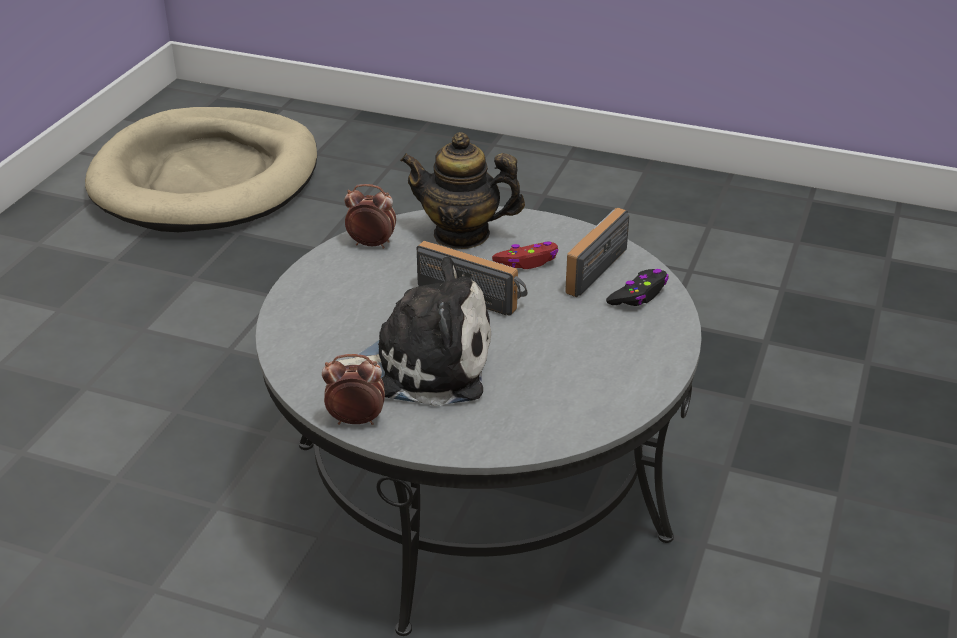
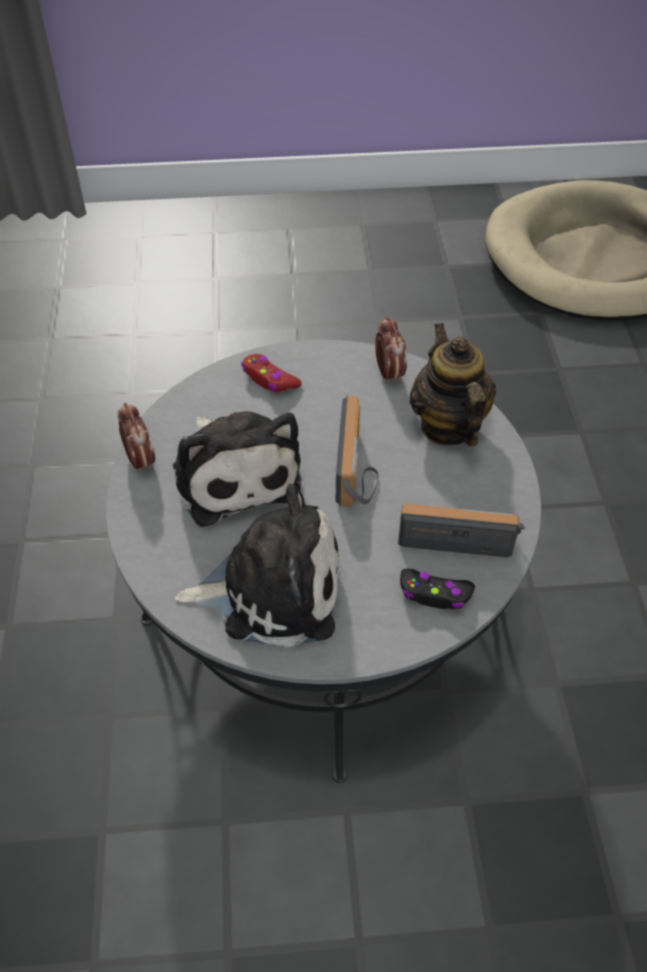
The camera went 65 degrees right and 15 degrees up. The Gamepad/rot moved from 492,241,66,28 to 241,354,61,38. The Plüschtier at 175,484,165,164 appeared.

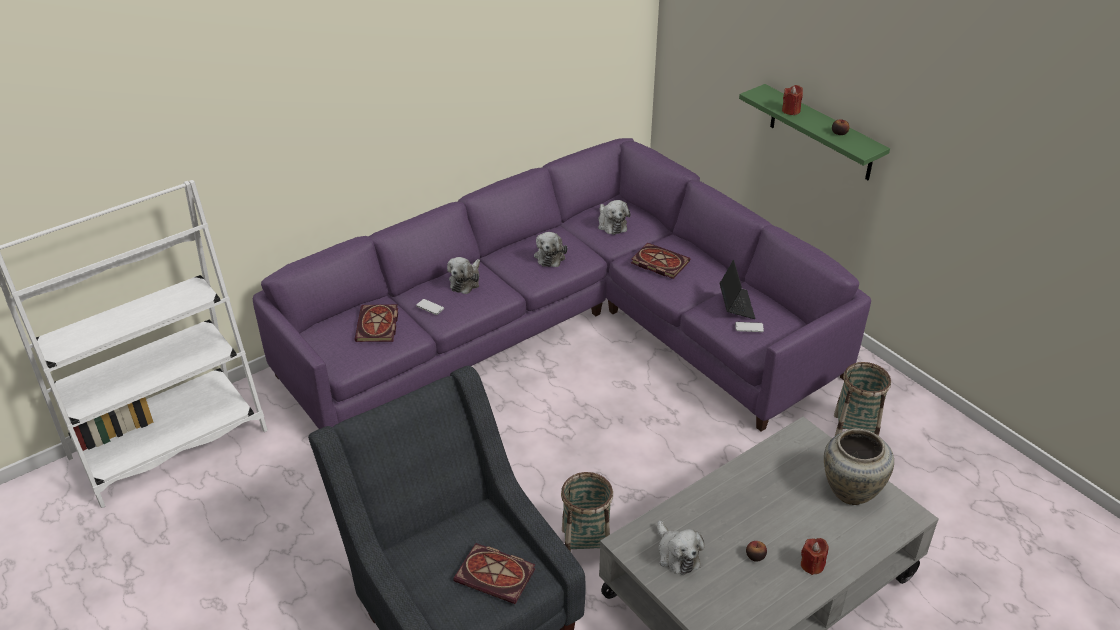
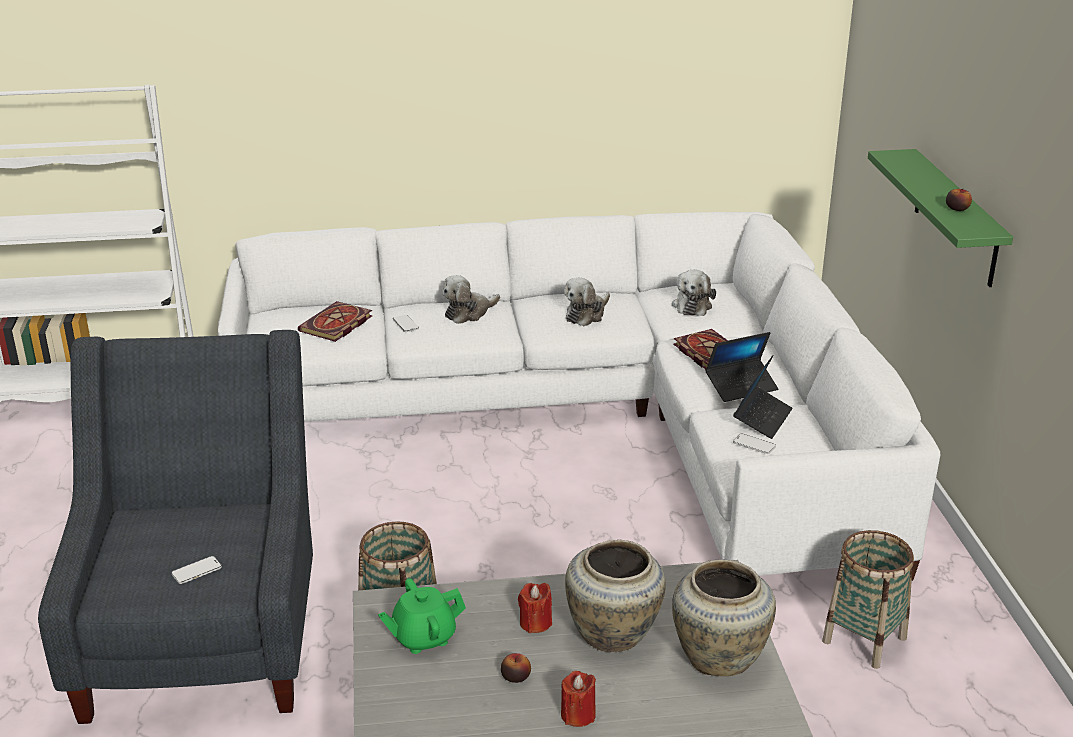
The camera went 30 degrees right and 10 degrees down. The Sofa/lila at 253,138,618,294 became the Sofa/weiß at 218,212,722,369. The Buch at 453,543,83,61 was replaced by the Handy at 172,556,50,28. The Plüschtier at 657,520,47,55 was replaced by the Teekanne/grün at 378,579,88,75. The Kerze/rot moved from 782,85,21,30 to 518,583,34,50. The Vase/beige at 565,540,101,112 appeared. The Laptop at 706,332,72,70 appeared.

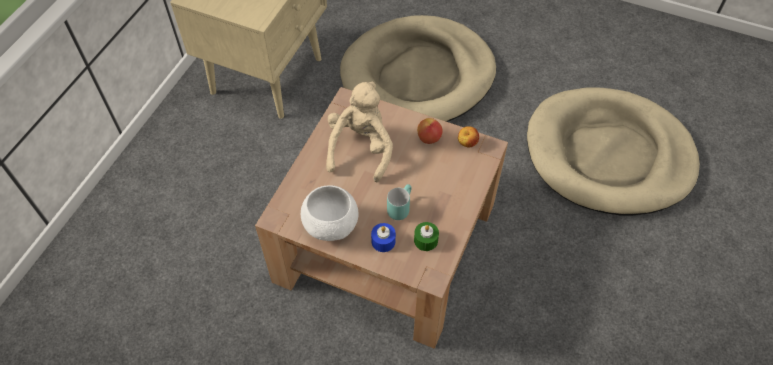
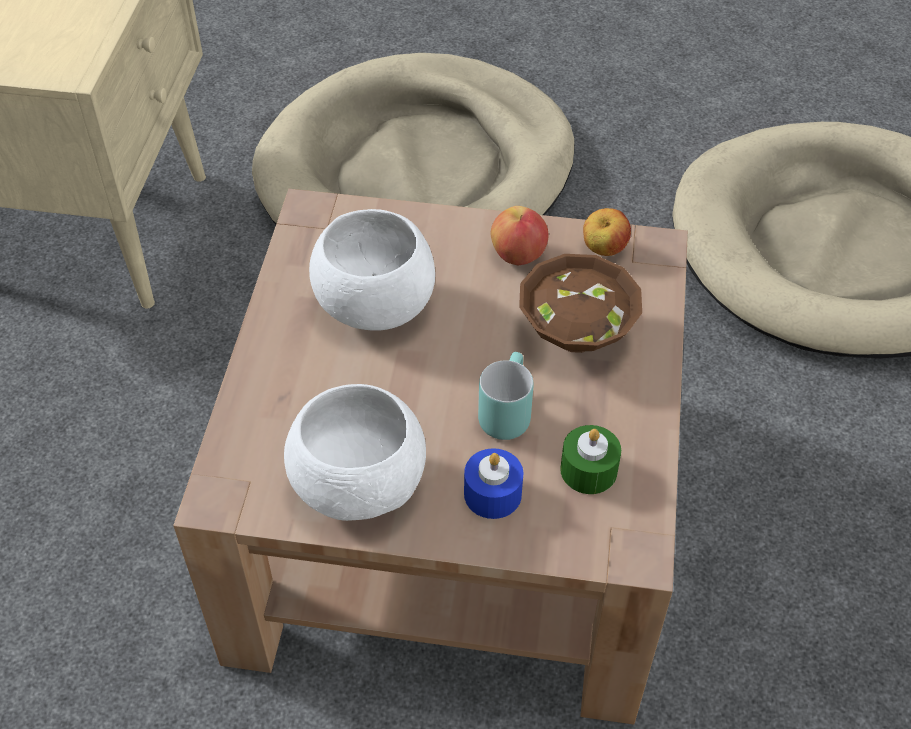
The camera went 15 degrees left and 5 degrees down. The Plüschtier/beige at 326,82,67,100 was replaced by the Schüssel/weiß at 309,209,126,122. The Schüssel/braun at 519,254,123,99 appeared.

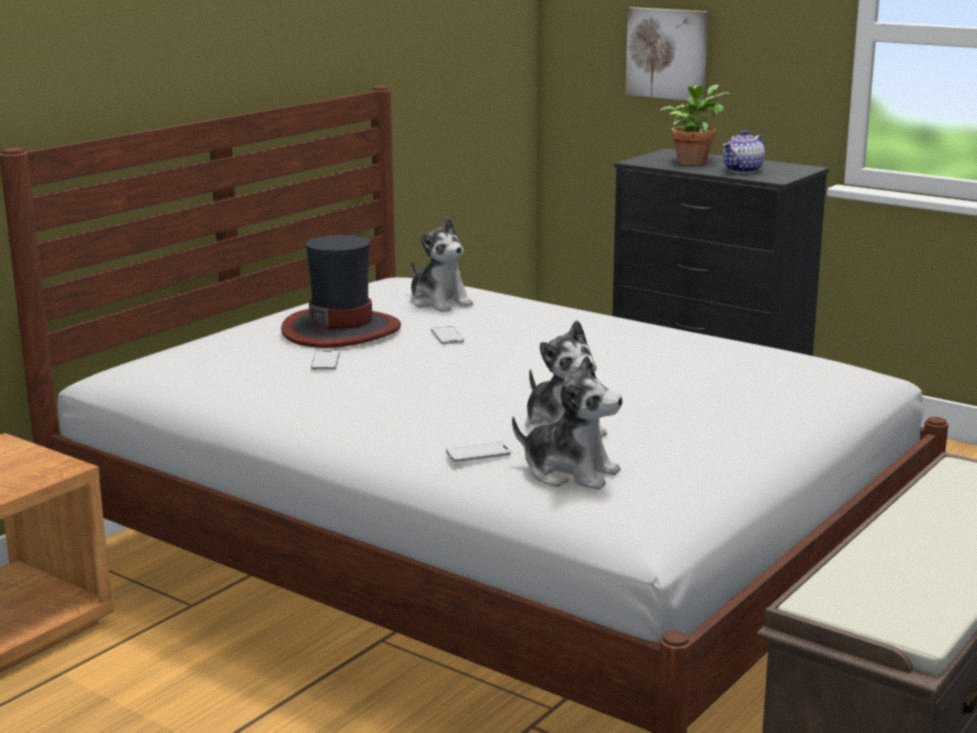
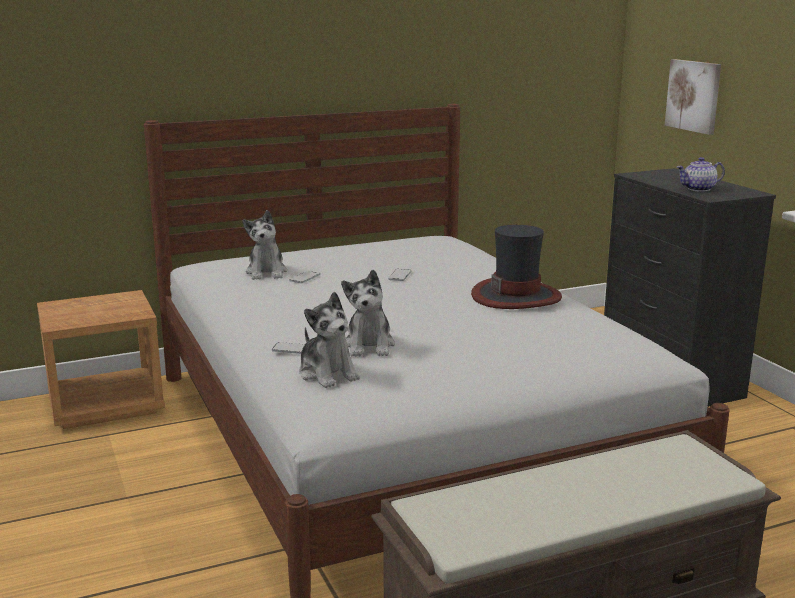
The camera went 30 degrees right and 0 degrees up. The Hut moved from 281,235,120,113 to 471,225,91,84. The Plüschtier moved from 411,217,62,95 to 242,210,45,70. The Topfpflanze at 659,85,71,80 disappeared.

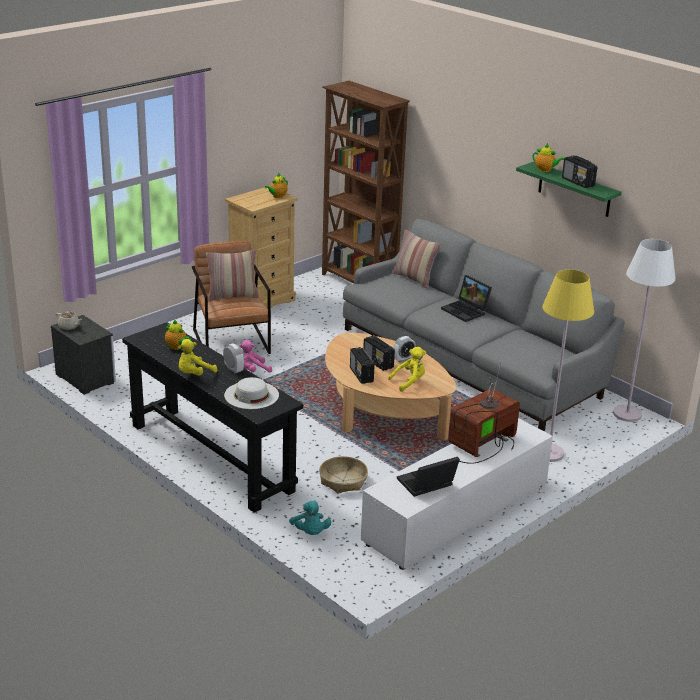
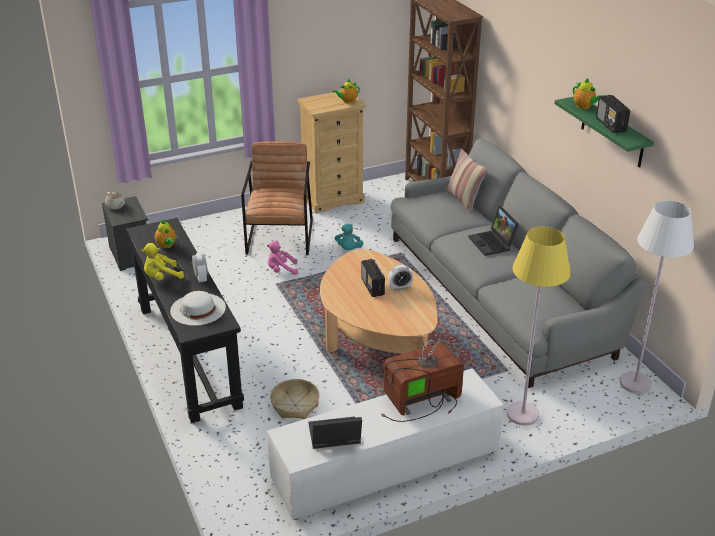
The camera went 20 degrees right and 5 degrees up. The Kissen at 206,250,53,51 disappeared. The Plüschtier/türkis moved from 289,500,42,35 to 334,224,29,26. The Radio at 350,347,25,37 disappeared. The Plüschtier/gelb at 388,347,38,45 disappeared.

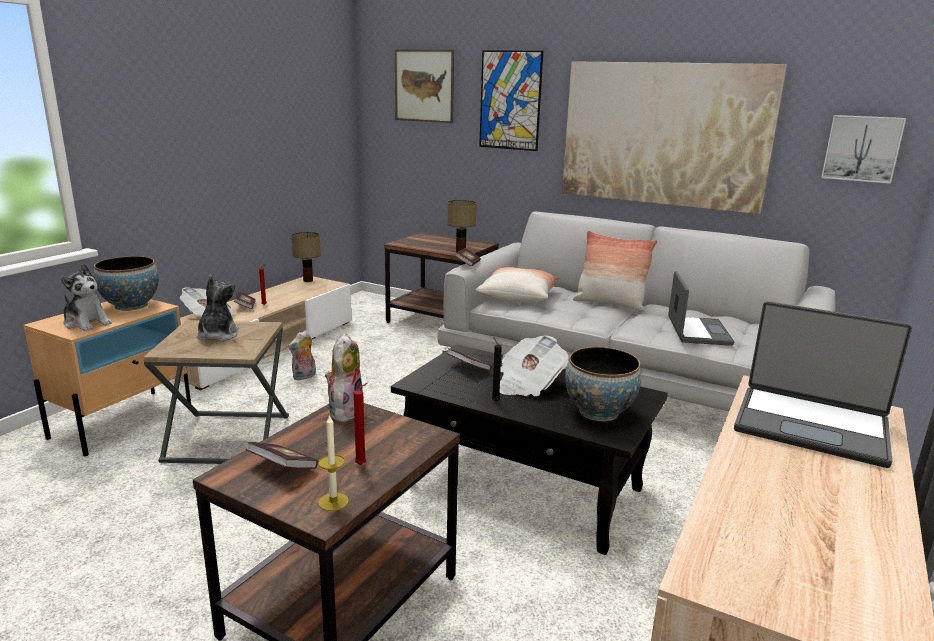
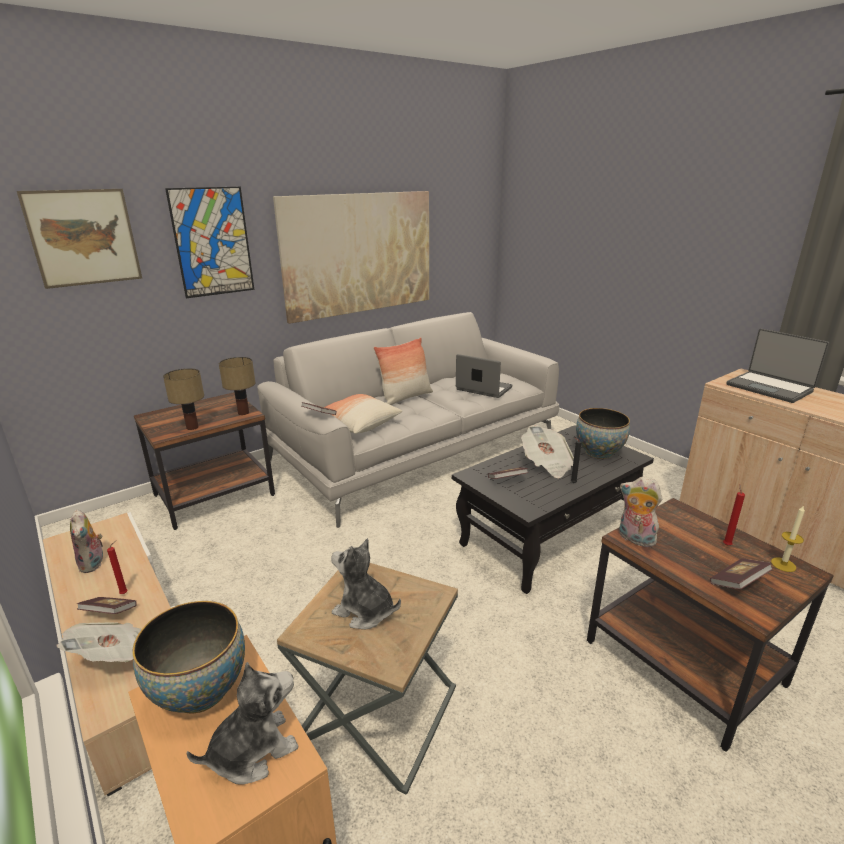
The camera went 65 degrees left and 5 degrees up. The Plüschtier moved from 288,330,28,50 to 70,509,33,64. The Tischlampe moved from 291,232,30,50 to 163,368,41,62. The Laptop at 734,301,178,167 turned 90 degrees clockwise. The Bild at 821,115,85,69 disappeared.

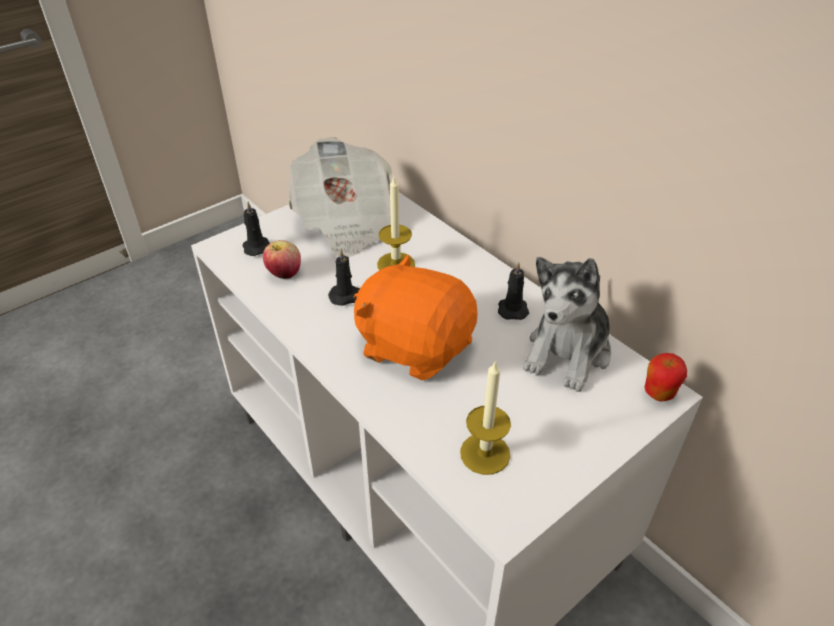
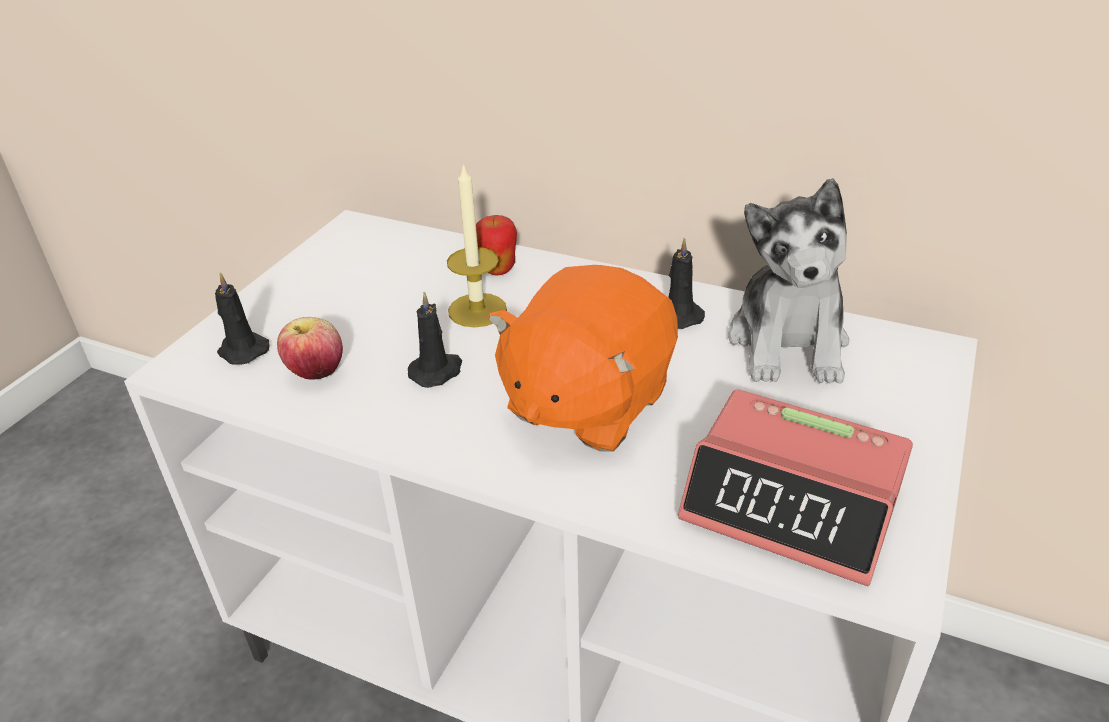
The camera went 25 degrees left and 5 degrees down. The Zeitung at 288,137,105,120 disappeared. The Plüschtier/orange at 354,254,124,126 turned 60 degrees counterclockwise. The Kerze at 460,360,51,115 was replaced by the Wecker at 678,389,235,197. The Apfel moved from 644,353,43,48 to 476,215,41,61.

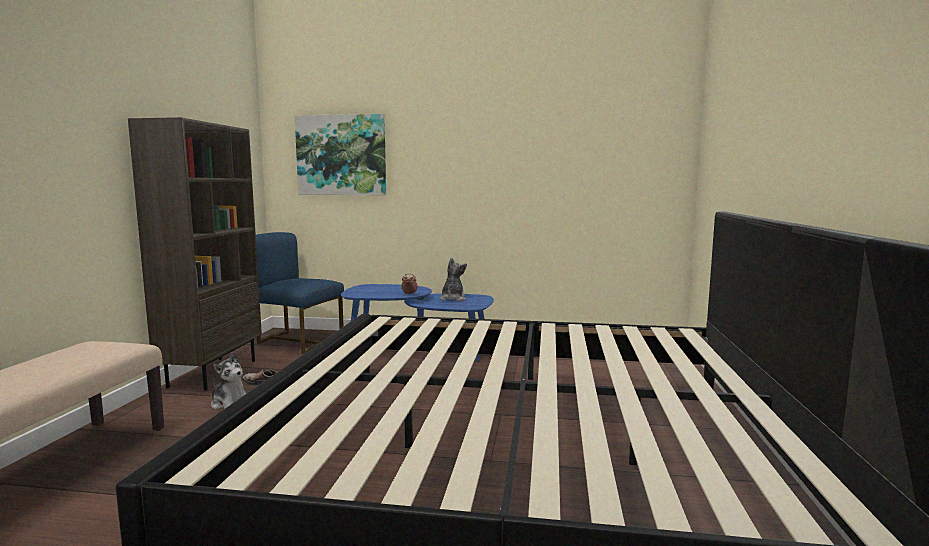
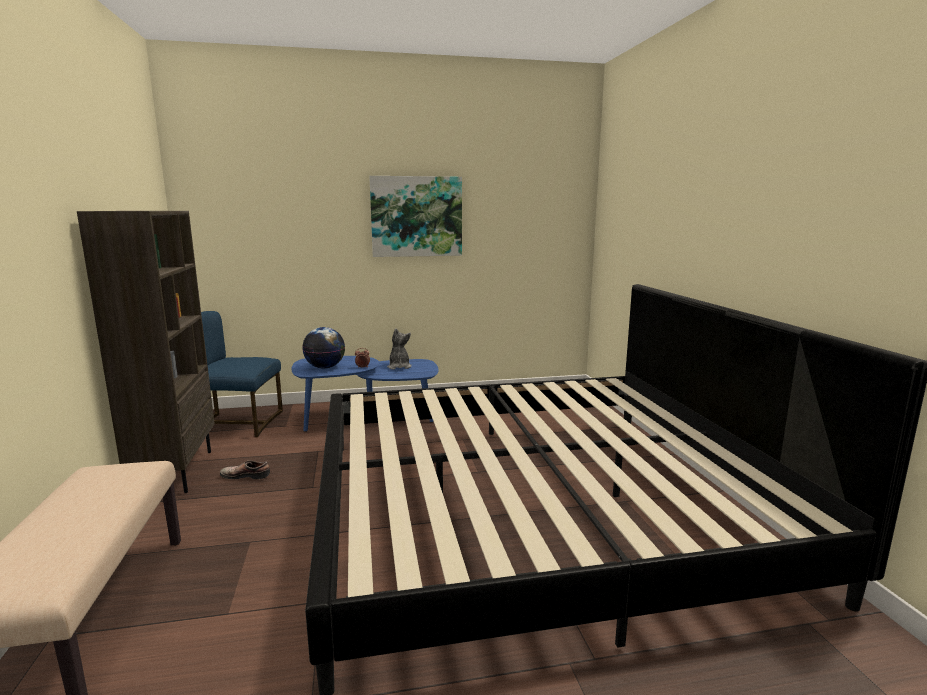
The camera went 20 degrees left and 5 degrees up. The Plüschtier at 211,352,35,58 disappeared. The Bild moved from 295,114,91,81 to 369,176,93,81. The Globus at 302,327,43,41 appeared.

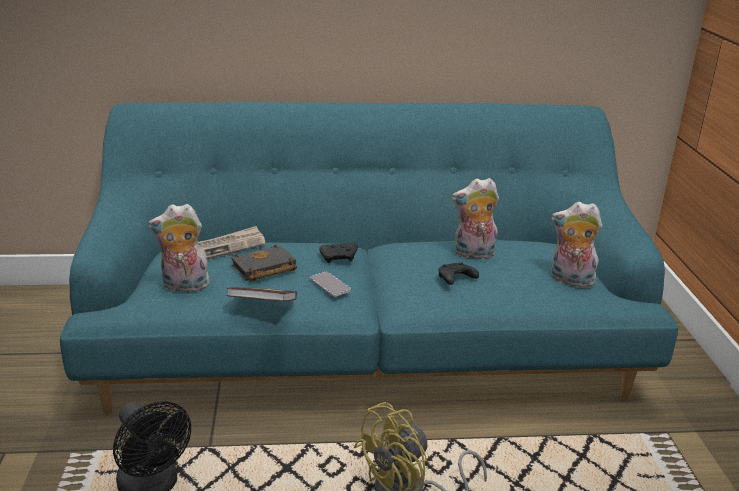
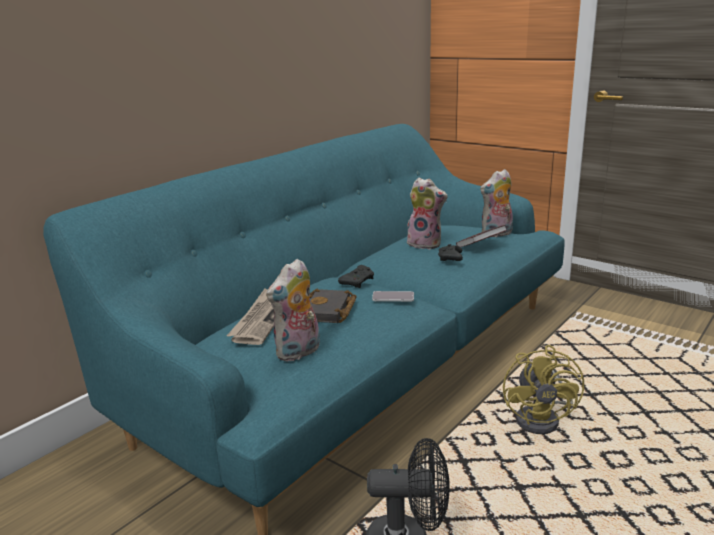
The camera went 45 degrees left and 5 degrees down. The Buch moved from 227,288,70,13 to 456,225,51,22. The Plüschtier at 452,178,47,81 turned 105 degrees counterclockwise.

